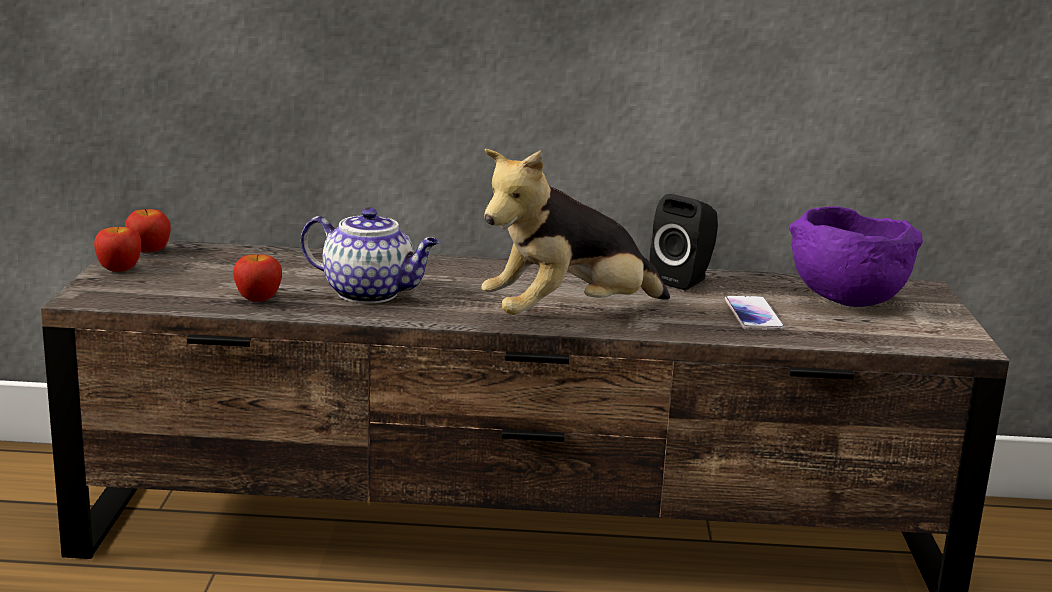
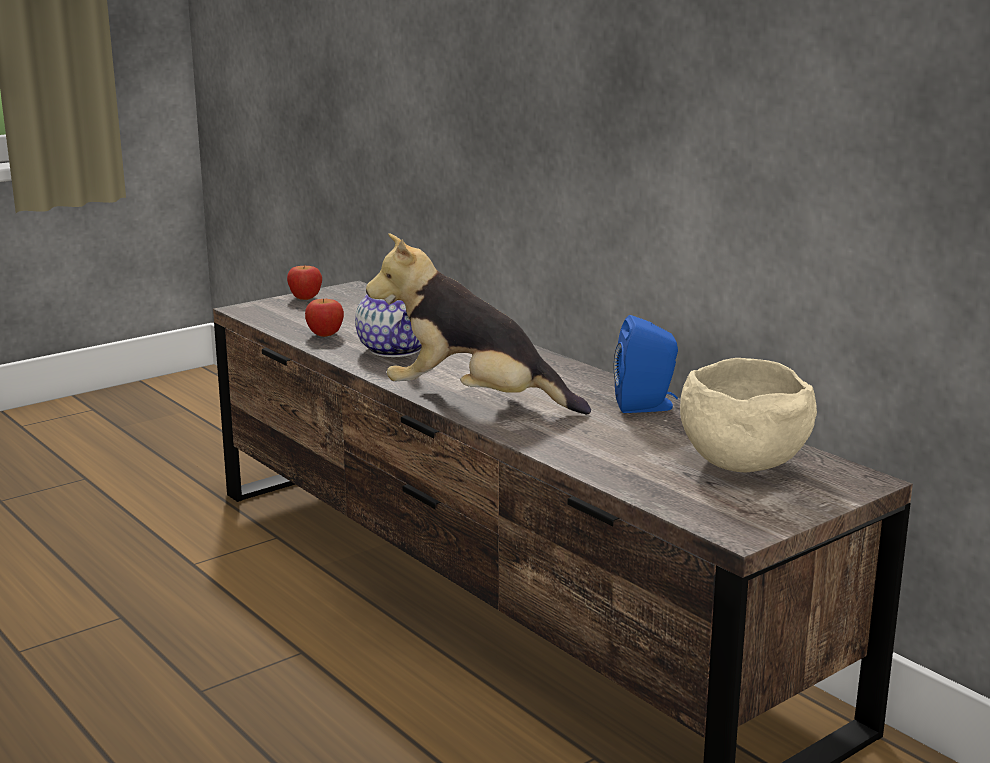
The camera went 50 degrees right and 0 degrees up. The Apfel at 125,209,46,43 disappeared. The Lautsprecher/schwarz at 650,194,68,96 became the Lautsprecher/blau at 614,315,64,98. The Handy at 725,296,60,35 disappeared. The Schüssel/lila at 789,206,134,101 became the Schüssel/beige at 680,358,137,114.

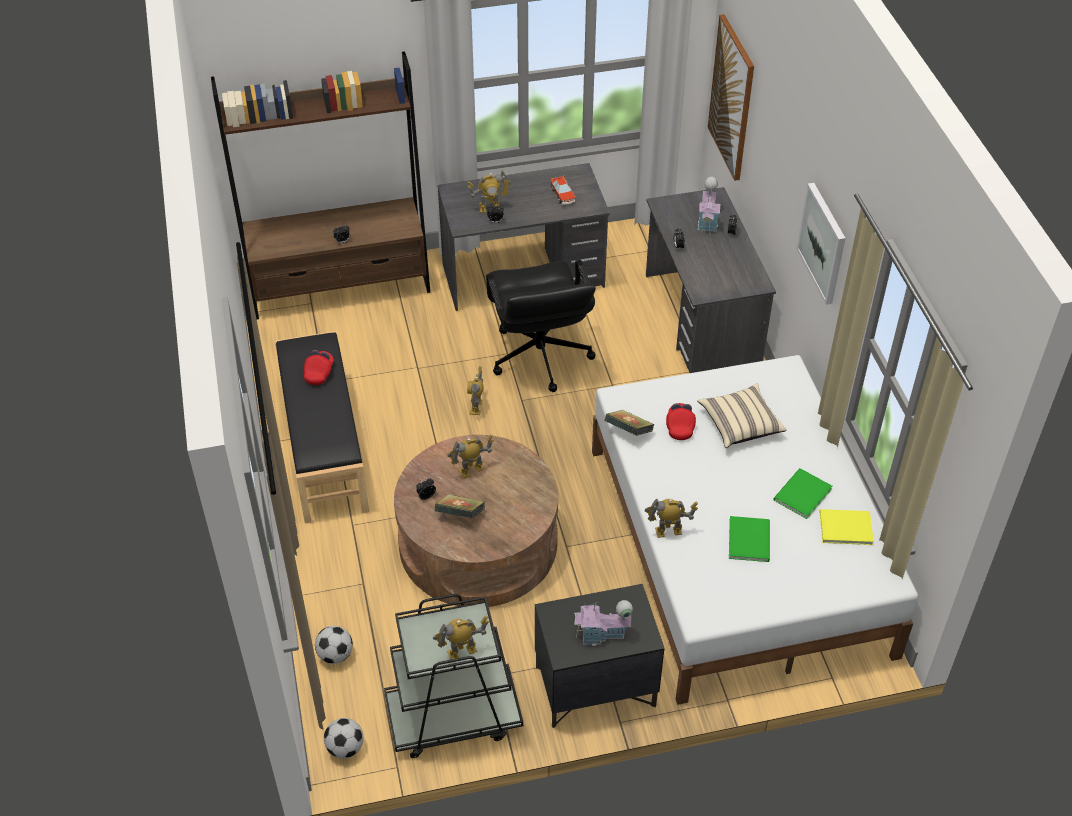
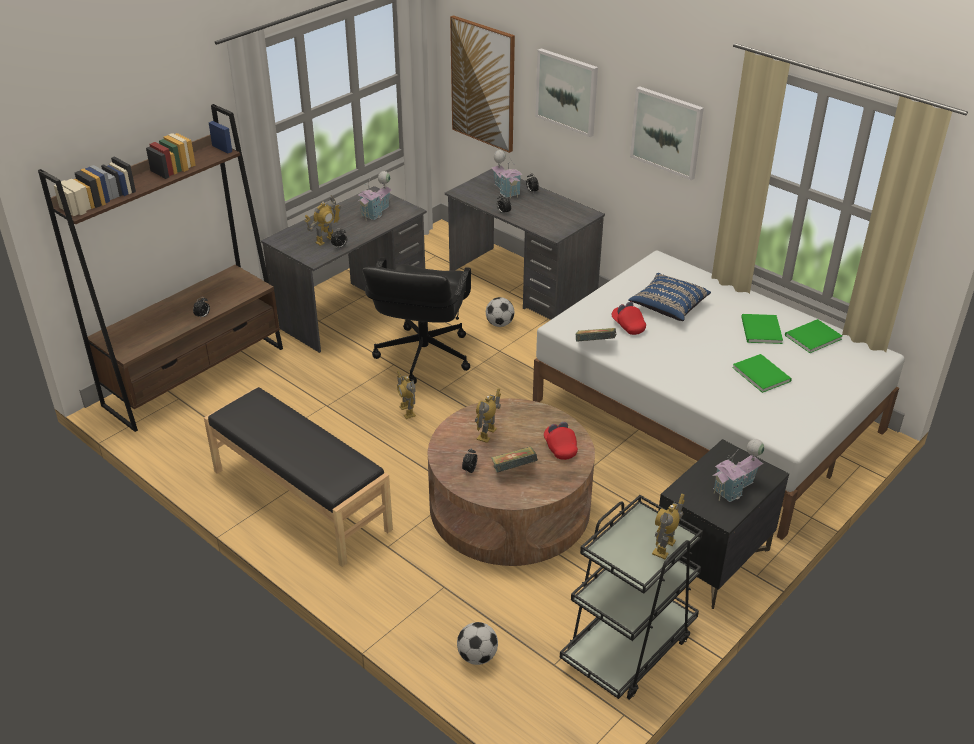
The camera went 35 degrees left and 10 degrees down. The Kappe/rot moved from 303,350,31,35 to 544,422,34,38. The Fußball moved from 324,718,40,40 to 486,297,28,30. The Bürostuhl/schwarz at 486,260,110,132 turned 60 degrees clockwise. The Spielzeugauto at 550,175,26,30 was replaced by the Spielzeughaus at 357,171,35,50. The Spielzeugroboter at 644,498,54,40 disappeared. The Kissen/beige at 697,384,90,64 became the Kissen/blau at 628,273,83,48. The Buch/gelb at 820,509,54,36 became the Buch/grün at 785,319,57,34. The Bild at 535,48,63,89 appeared.

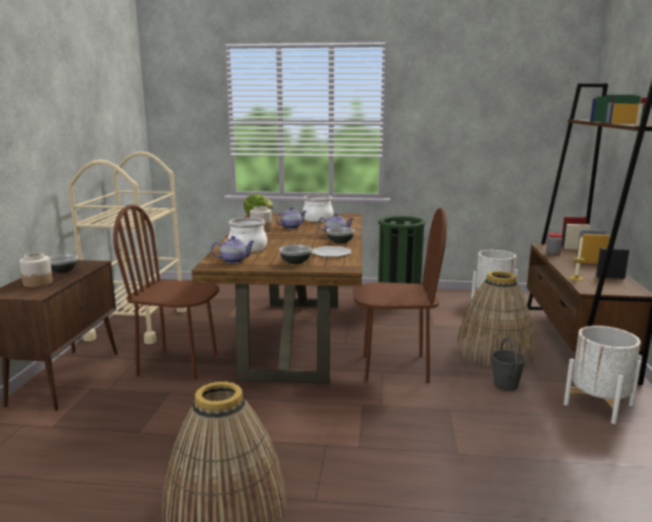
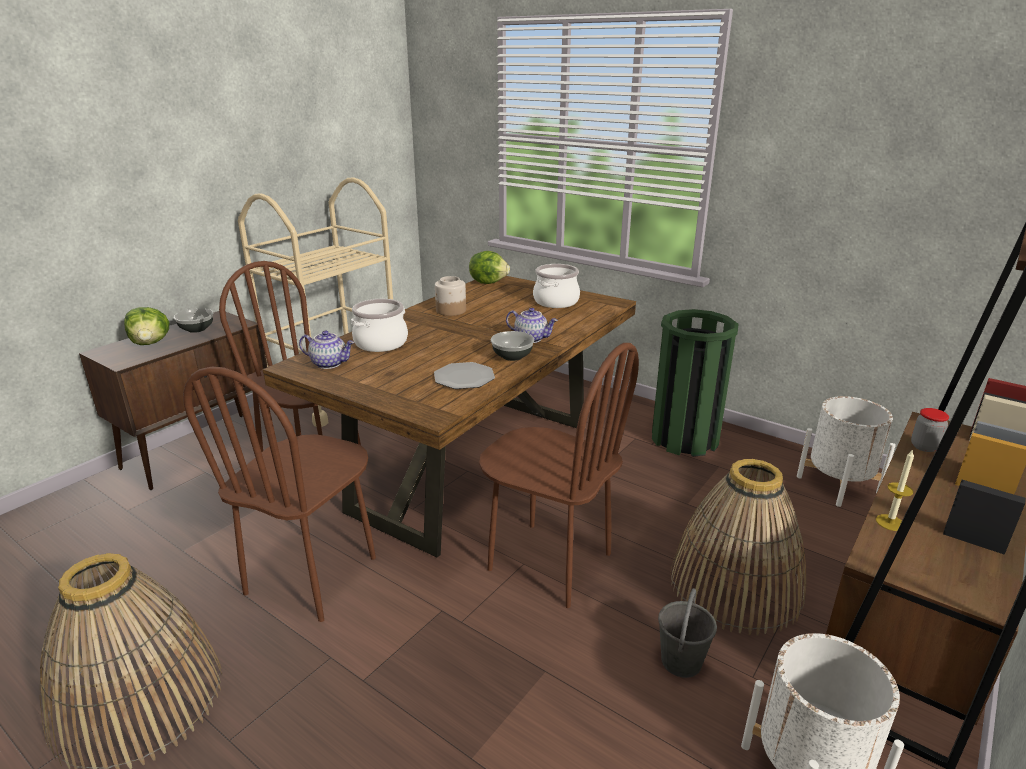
The camera went 30 degrees right and 10 degrees up. The Vorratsglas at 19,253,34,34 was replaced by the Salatkopf at 124,307,45,38. The Teekanne at 276,207,31,22 disappeared. The Schüssel at 279,244,33,20 disappeared. The Stuhl/braun at 183,367,193,255 appeared.

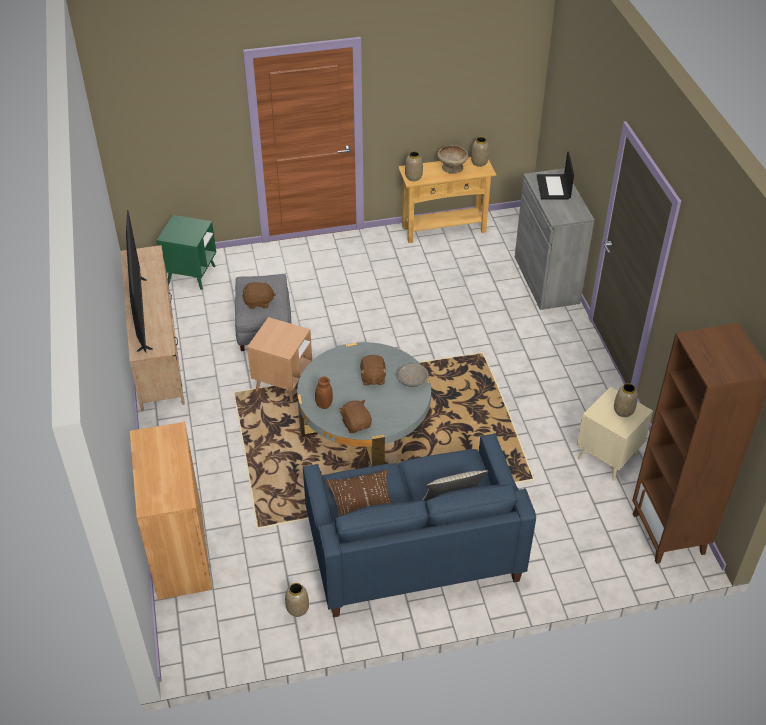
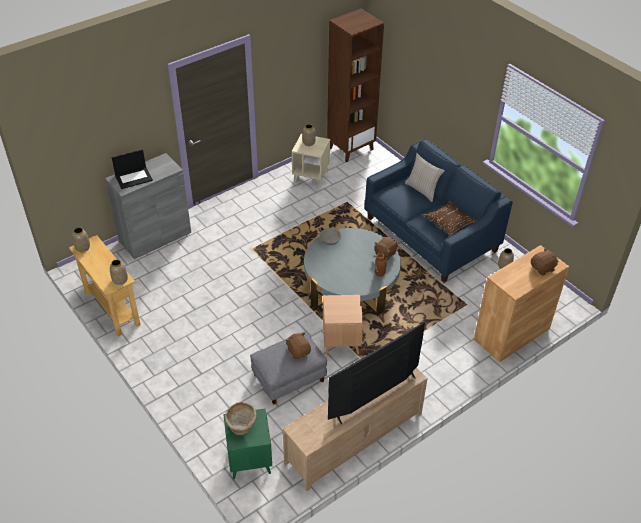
The camera went 115 degrees left and 0 degrees up. The Plüschtier/braun moved from 360,355,27,31 to 531,248,28,28. The Schüssel/beige moved from 437,145,31,29 to 225,402,32,33.

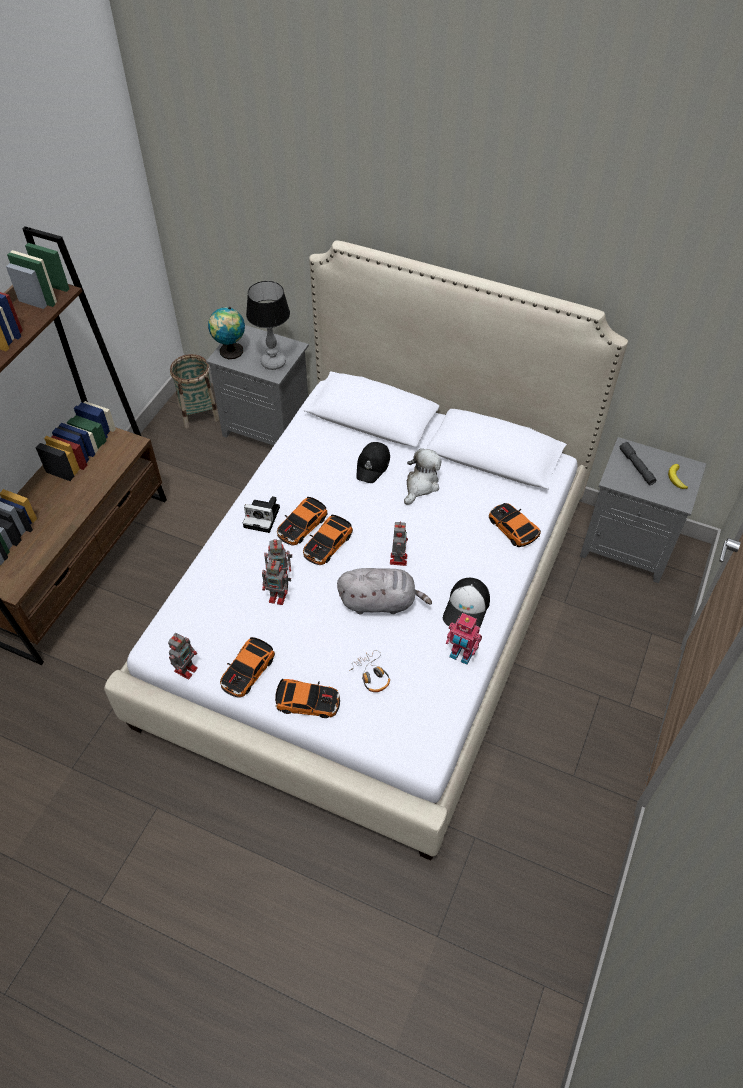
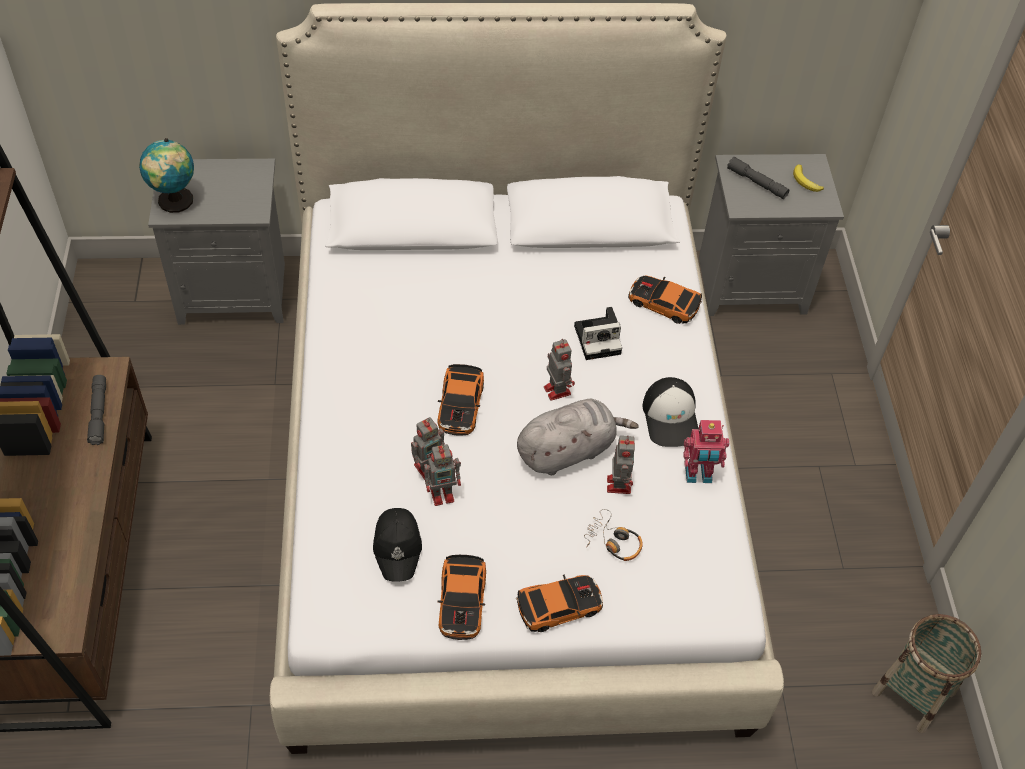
The camera went 30 degrees left and 0 degrees up. The Spielzeugroboter moved from 168,633,30,46 to 607,435,28,59. The Korb moved from 170,354,49,74 to 872,614,109,119. The Kamera moved from 243,496,37,37 to 574,307,48,53. The Tischlampe at 246,281,44,89 disappeared. The Spielzeugauto at 277,497,50,48 disappeared. The Kappe/schwarz moved from 356,442,34,41 to 373,508,49,74. The Plüschtier at 404,448,38,57 disappeared. The Taschenlampe/grau at 87,375,19,70 appeared.

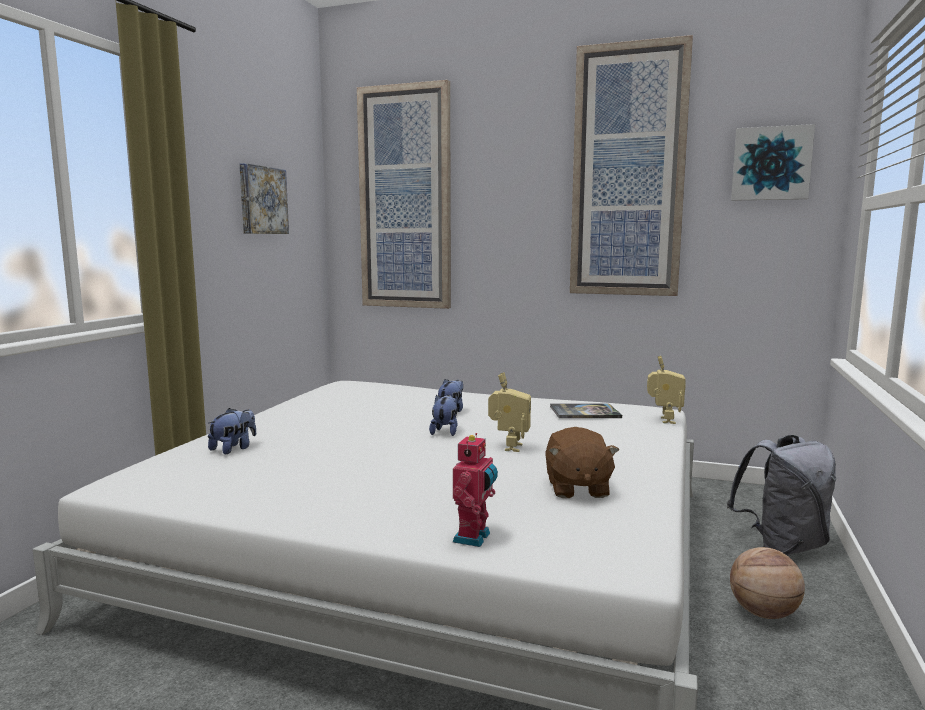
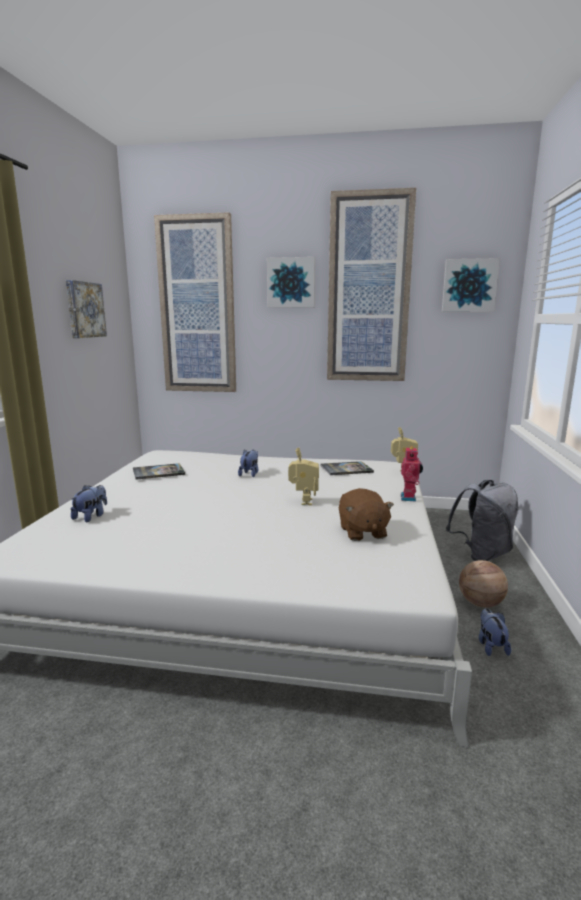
The camera went 10 degrees left and 5 degrees up. The Plüschtier moved from 429,395,28,41 to 479,608,32,48. The Spielzeugroboter moved from 453,433,45,114 to 401,446,22,55. The Buch at 133,463,52,17 appeared. The Bild at 267,257,48,51 appeared.

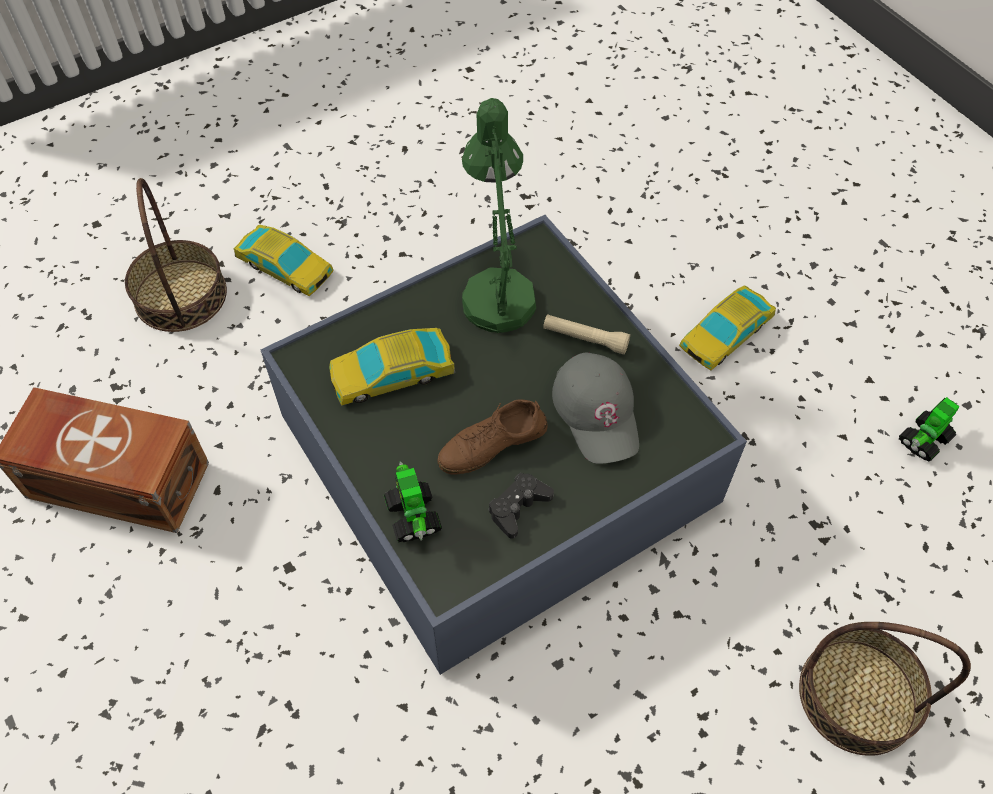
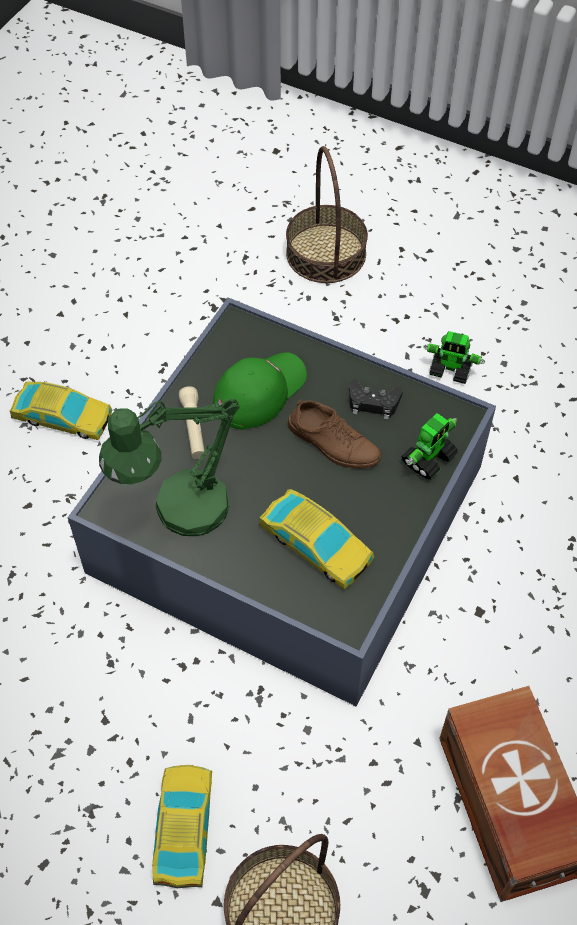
The camera went 120 degrees left and 0 degrees up. The Kappe/grau at 552,352,87,112 became the Kappe/grün at 213,352,94,78. The Spielzeugroboter moved from 899,397,61,65 to 423,331,62,53.

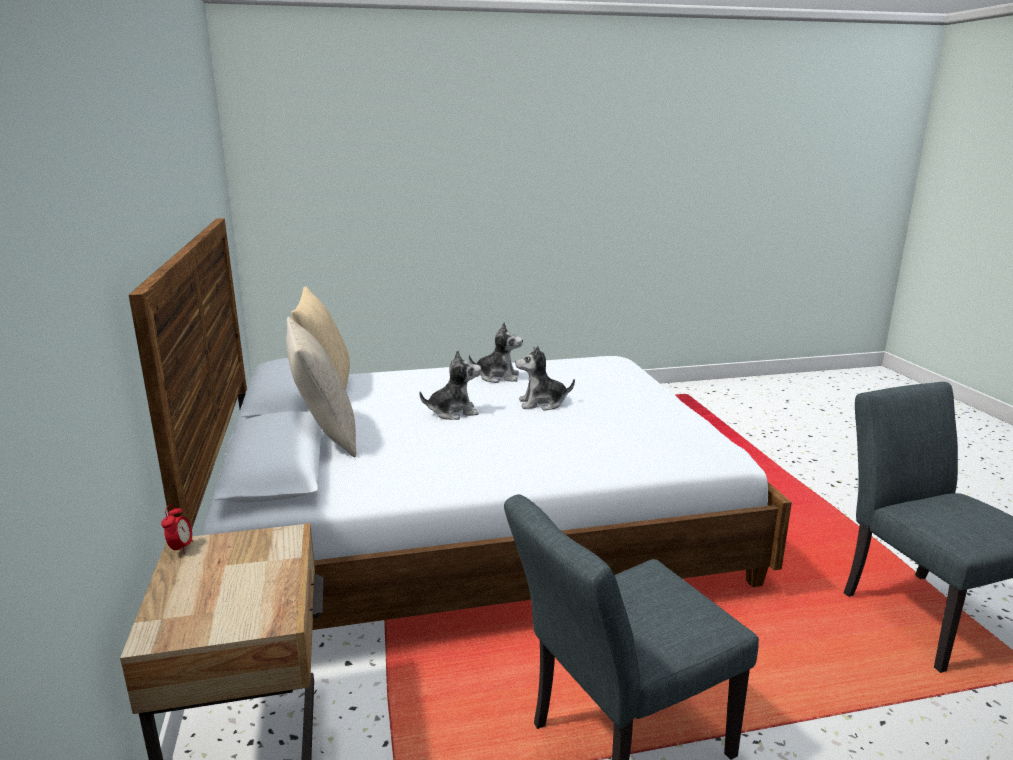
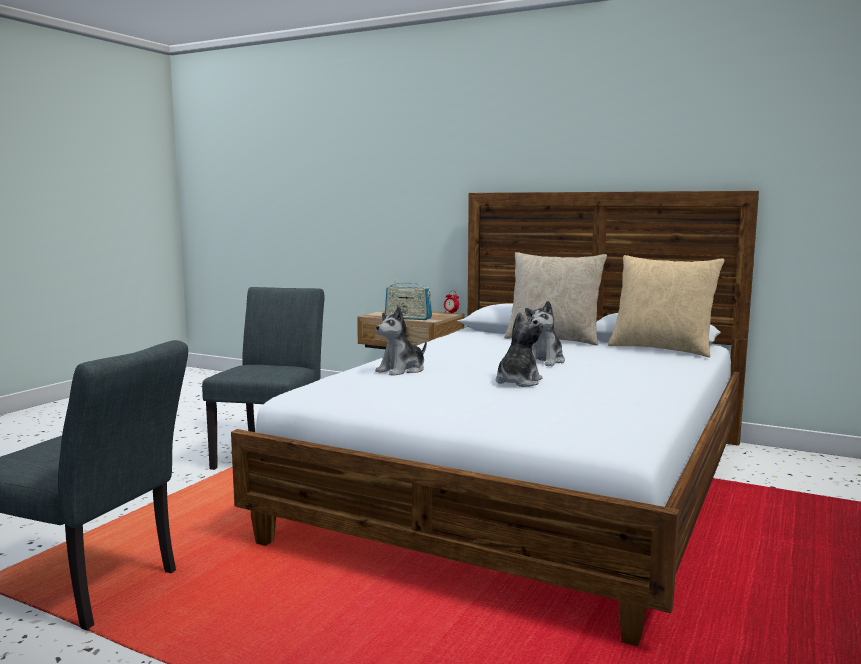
The camera went 130 degrees right and 10 degrees down. The Plüschtier moved from 469,322,54,61 to 375,306,52,70. The Radio at 385,279,47,41 appeared.

